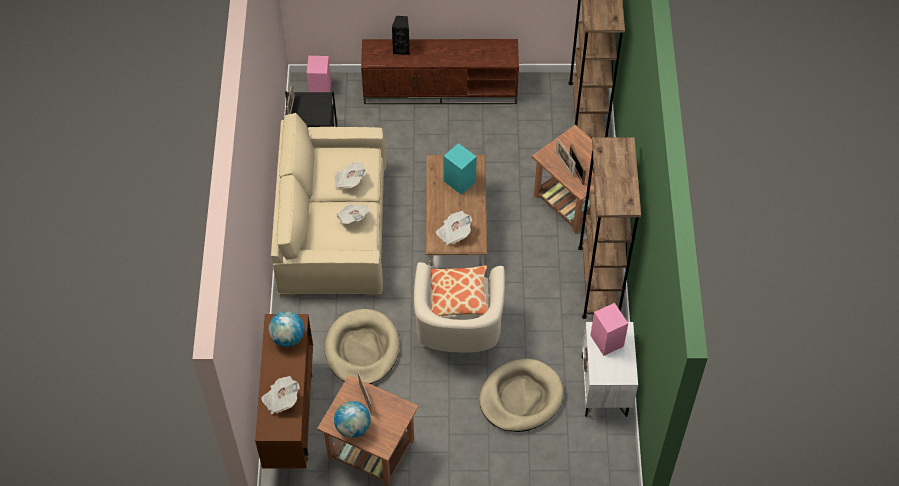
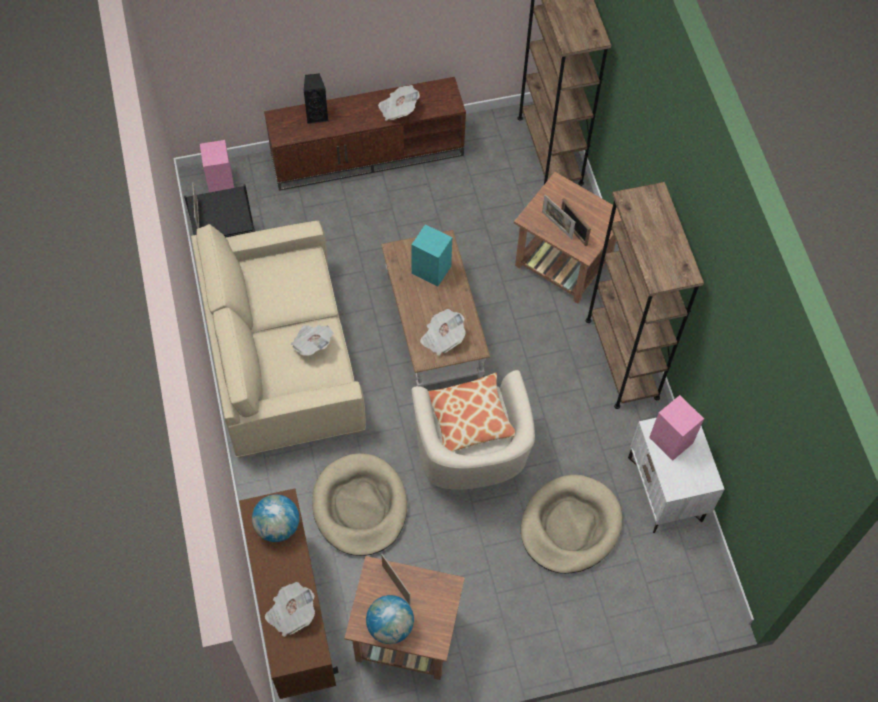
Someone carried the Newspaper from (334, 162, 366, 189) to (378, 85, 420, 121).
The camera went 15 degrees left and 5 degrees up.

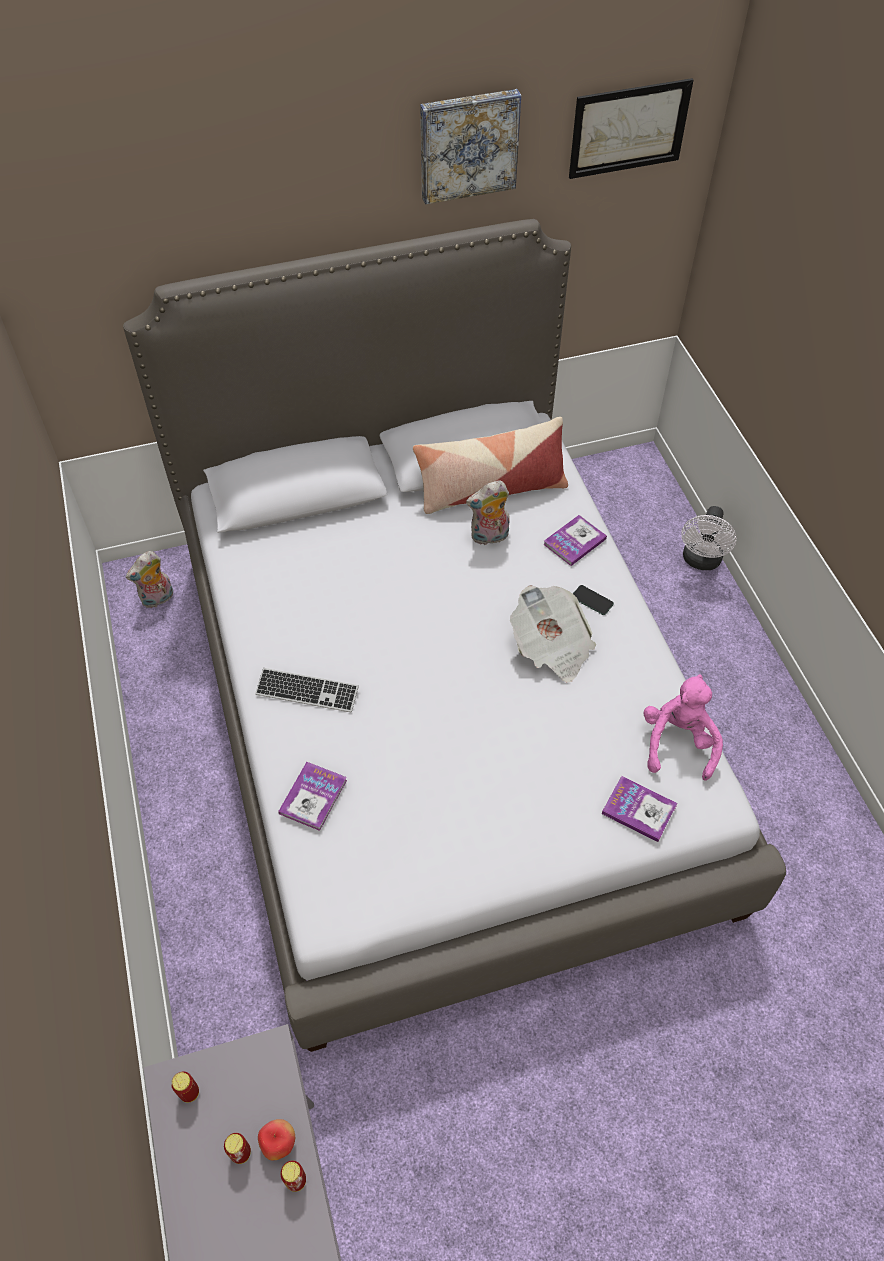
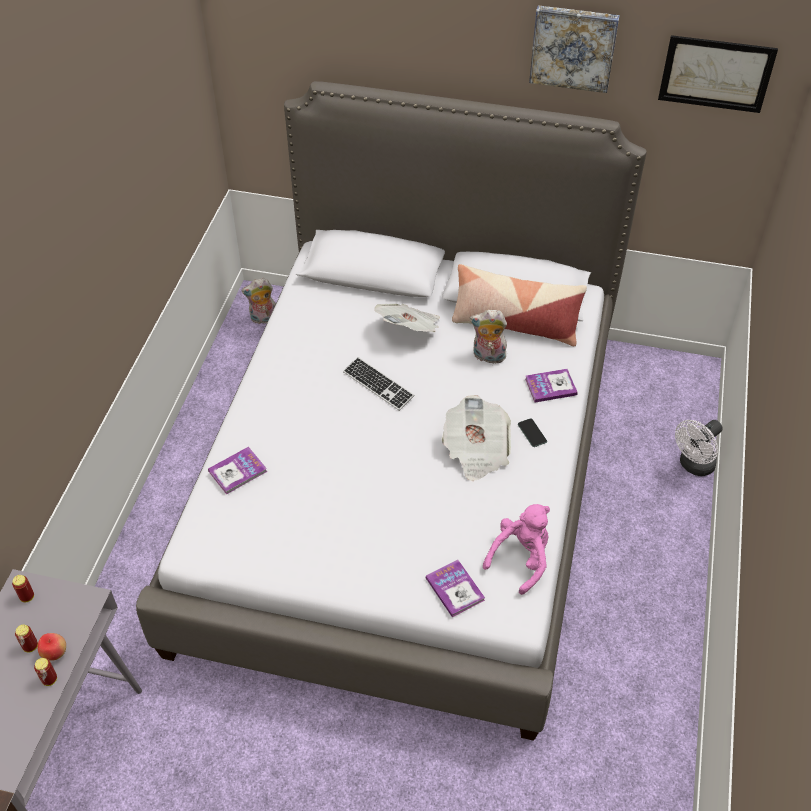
Someone carried the Keyboard from (255, 668, 359, 712) to (343, 357, 414, 411).
Someone put down the Newspaper at (374, 304, 440, 332).
The camera went 30 degrees right and 5 degrees down.

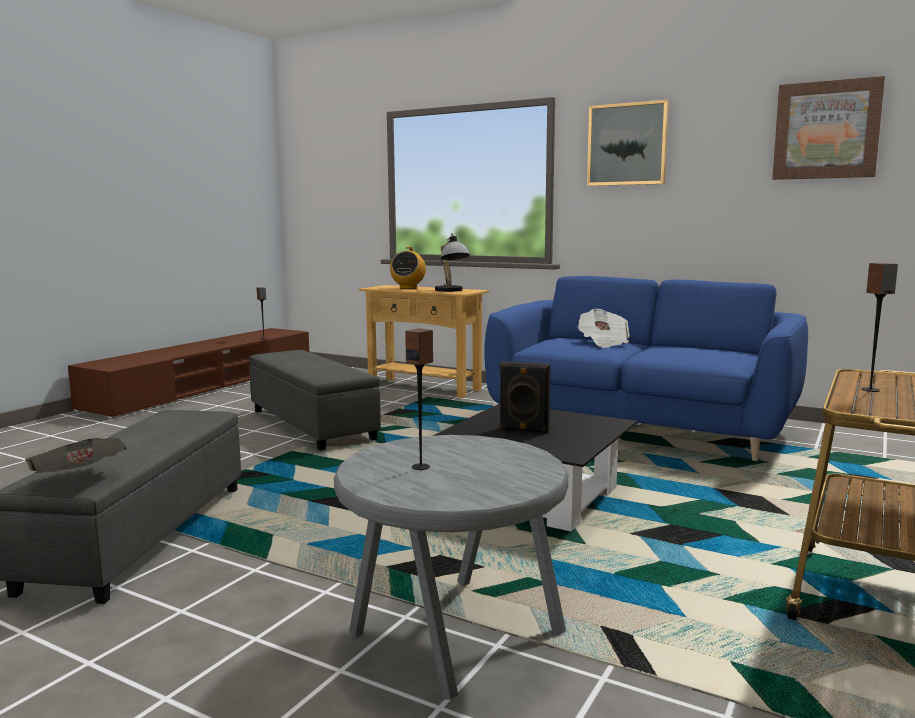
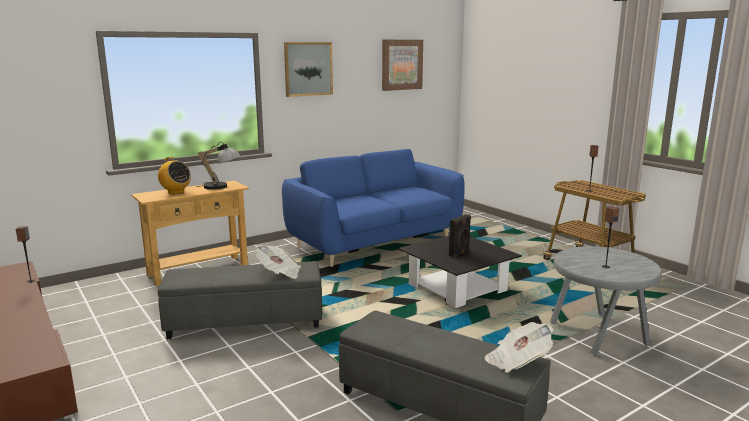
Someone carried the Newspaper from (578, 309, 629, 348) to (256, 245, 301, 278).
The camera went 65 degrees left and 5 degrees up.

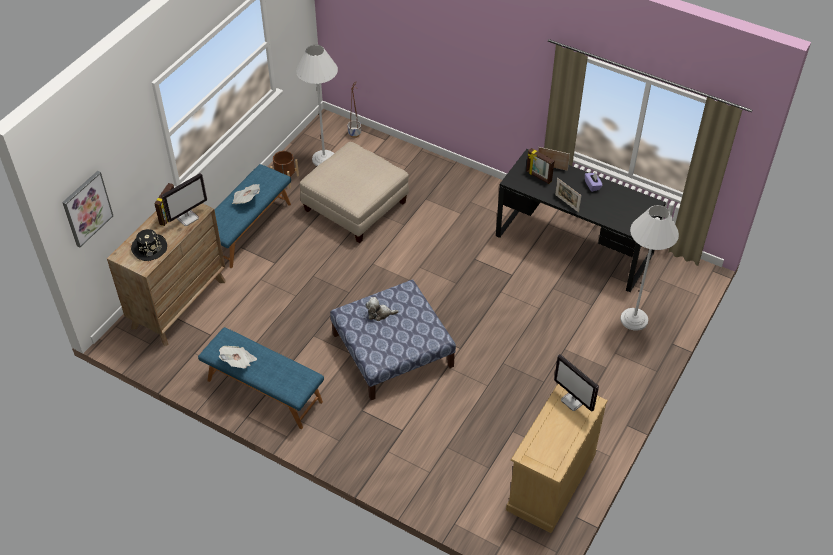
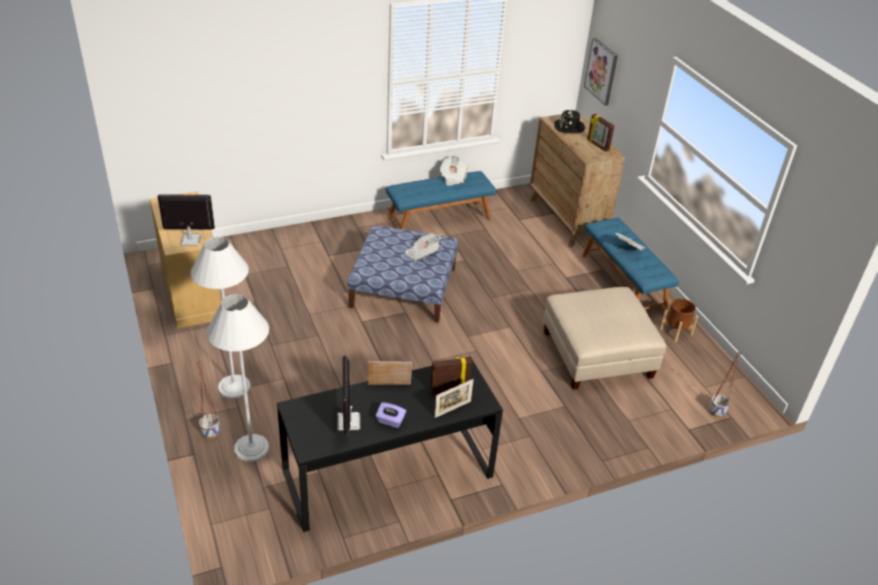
Someone carried the Monitor from (161, 173, 207, 226) to (337, 356, 360, 435).
Someone carried the WhiteFloorLamp from (296, 45, 338, 166) to (191, 237, 251, 399).
Someone swapped the PlushToy at (366, 297, 399, 321) for the Newspaper at (405, 233, 441, 261).
Someone put down the Planter at (197, 360, 220, 439).
The camera went 125 degrees right and 10 degrees down.

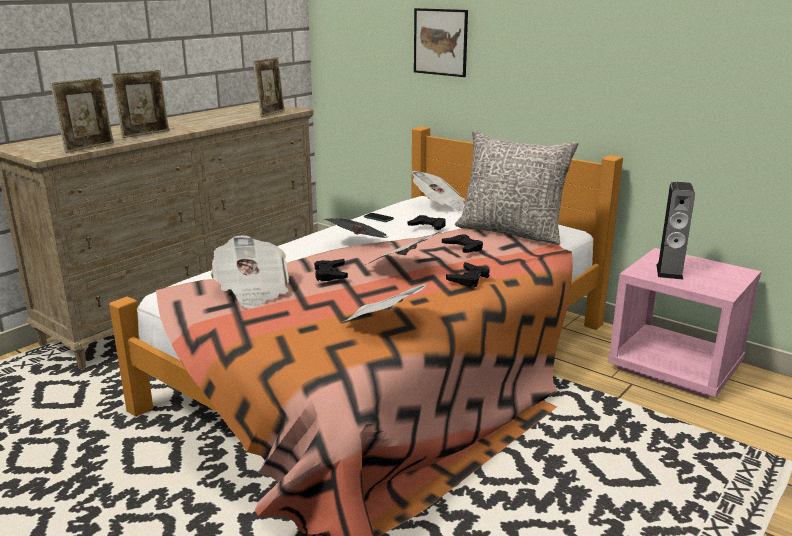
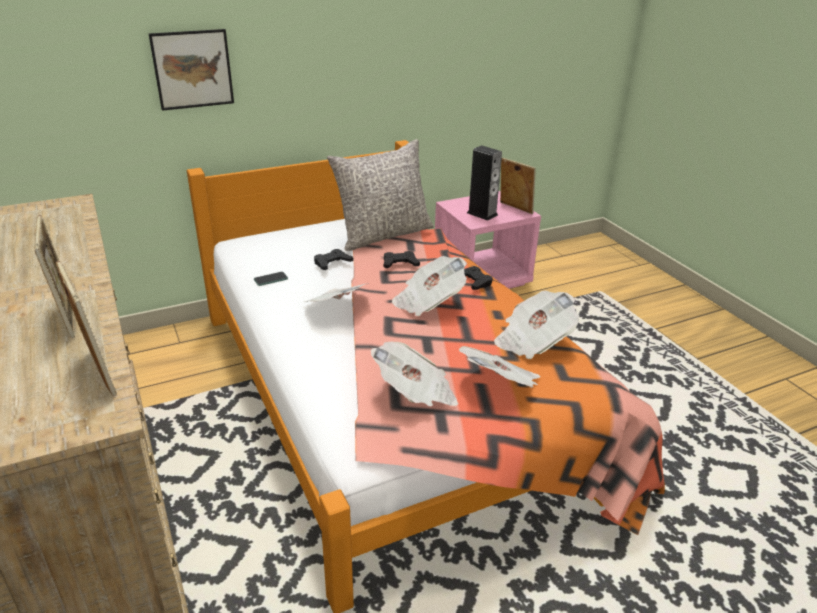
Someone carried the PictureFrame from (253, 57, 285, 117) to (500, 158, 536, 214).
Someone took away the BlackGameController at (314, 259, 348, 281).
Someone carried the Newspaper from (412, 171, 465, 212) to (459, 346, 541, 387).
The camera went 65 degrees left and 10 degrees up.

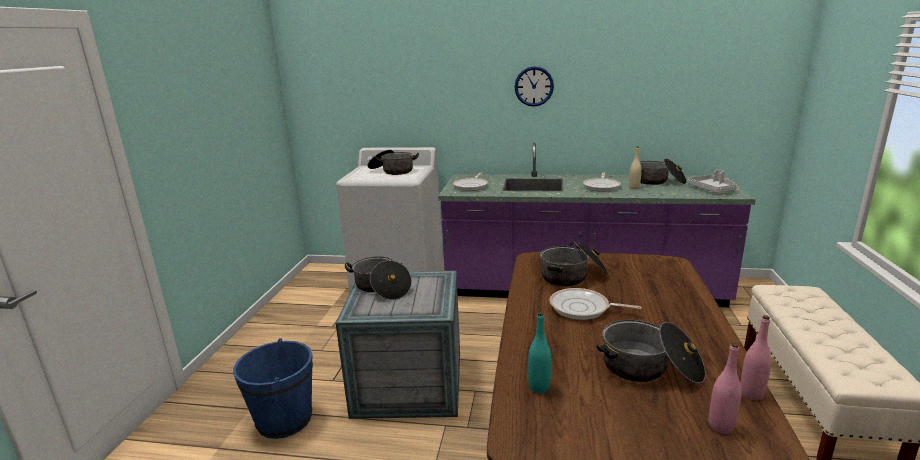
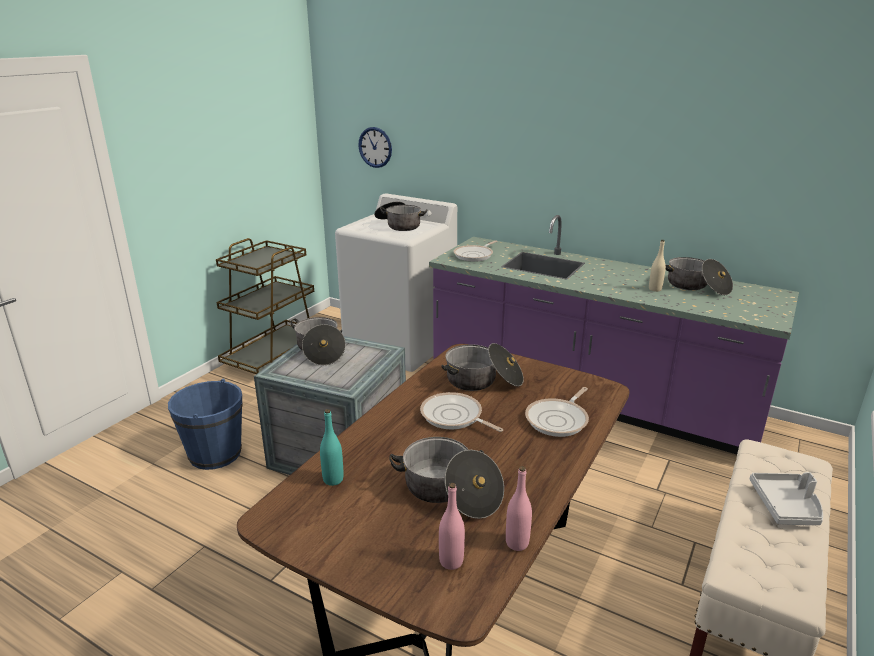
Someone carried the WallClock from (515, 66, 554, 107) to (358, 127, 392, 168).
Someone carried the FryingPan from (583, 173, 621, 192) to (525, 387, 589, 437).
Someone carried the GreyTray from (687, 169, 737, 193) to (750, 472, 823, 525).
Someone put down the BrownCart at (216, 238, 314, 374).
The camera went 20 degrees right and 5 degrees up.

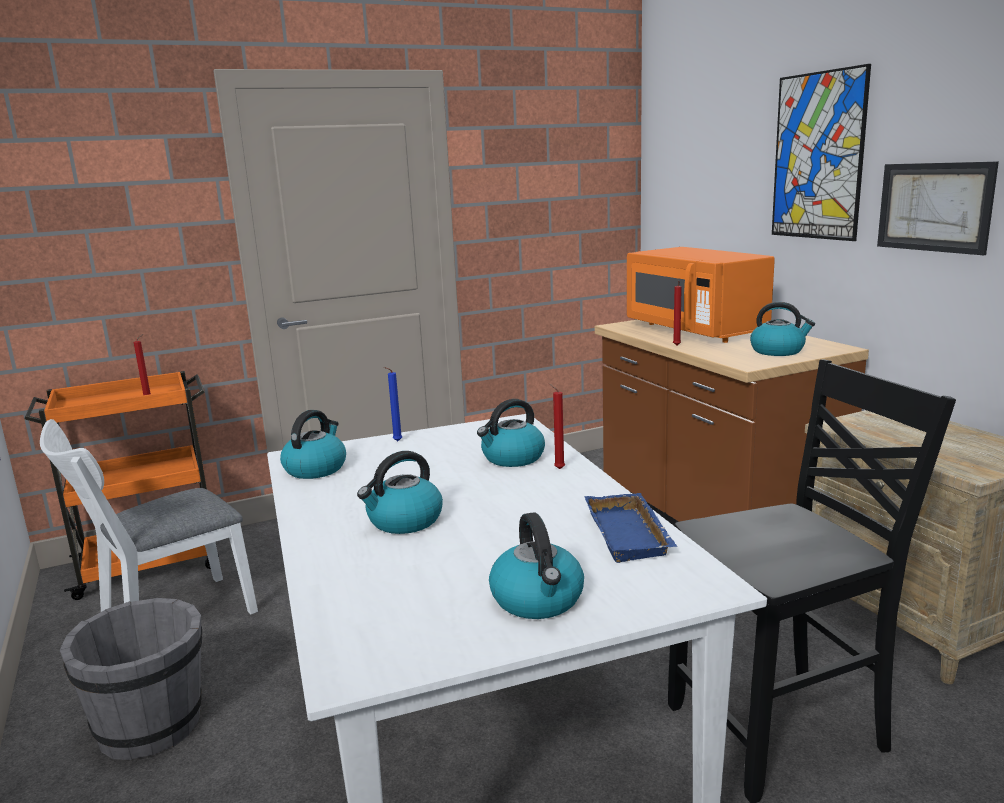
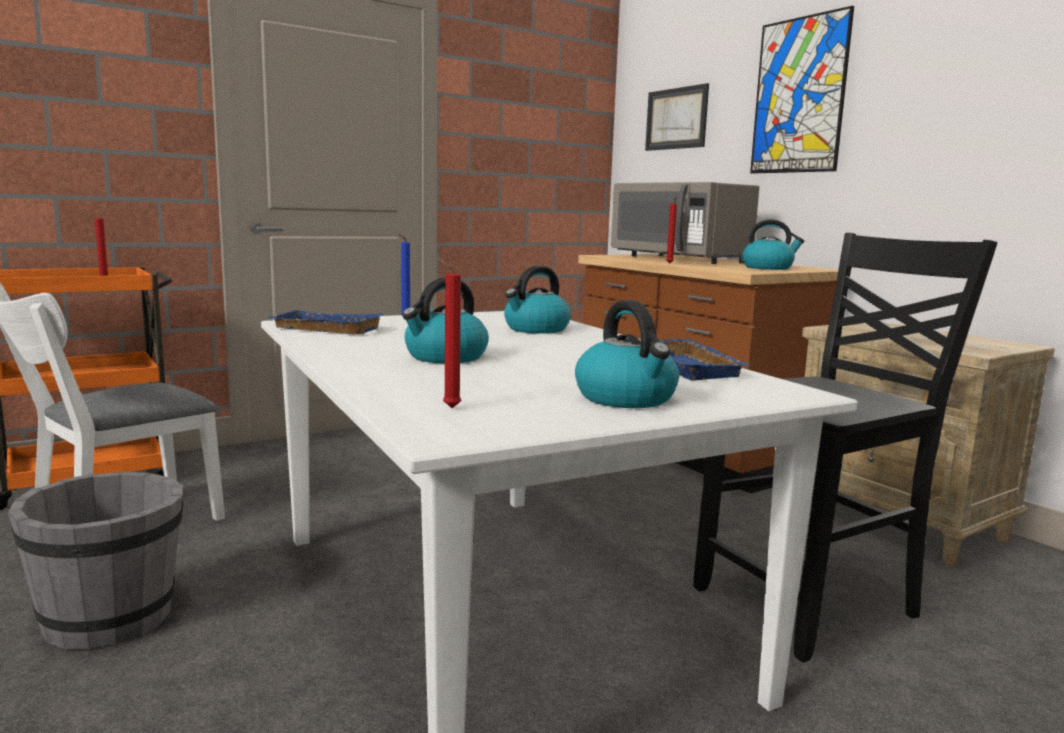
Someone swapped the Kettle at (280, 410, 346, 479) for the BlueTray at (268, 310, 384, 334).
Someone carried the RedCandle from (548, 383, 565, 469) to (438, 258, 461, 408).
Someone repainted the OrangeMicrowave at (627, 247, 775, 343), which became the GreyMicrowave at (611, 182, 759, 264).
Someone carried the Picture from (877, 161, 999, 255) to (645, 83, 709, 151).
The camera went 10 degrees left and 5 degrees down.

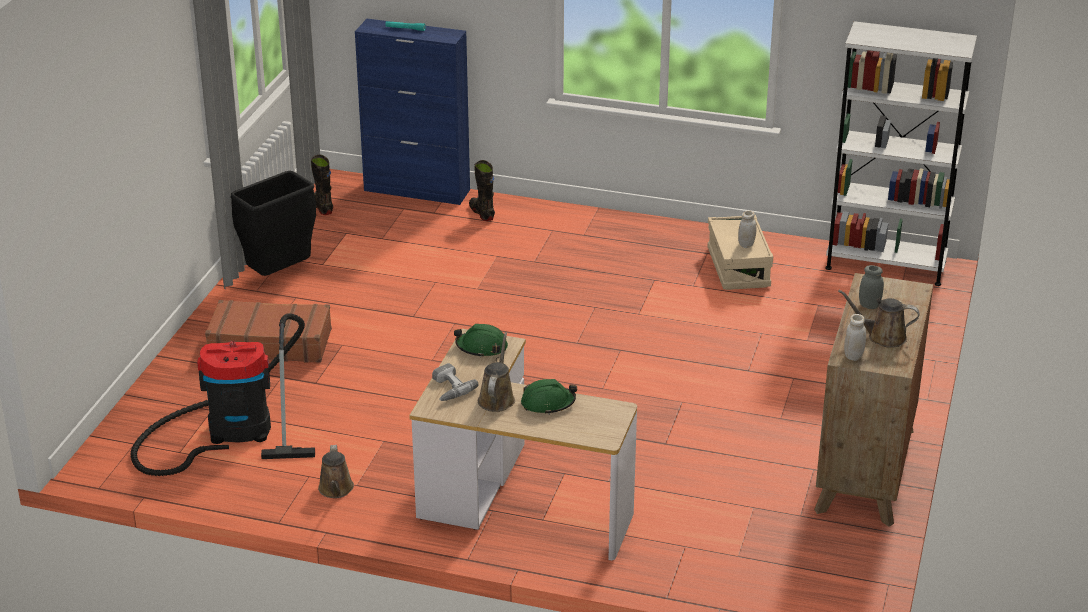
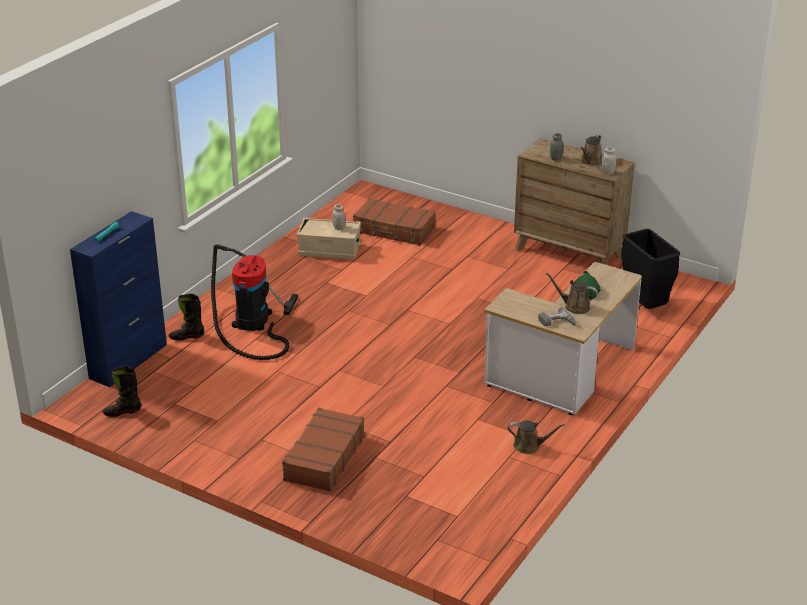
Someone carried the VacuumCleaner from (130, 313, 315, 476) to (211, 244, 298, 360).
Someone carried the BlackTrashCan from (231, 171, 316, 276) to (621, 229, 680, 309).
Someone took away the GreenHardHat at (454, 324, 508, 358).
Someone took away the WhiteBookcase at (825, 21, 977, 286).
Someone put down the BrownSuitcase at (353, 198, 436, 246).
The camera went 75 degrees left and 0 degrees up.

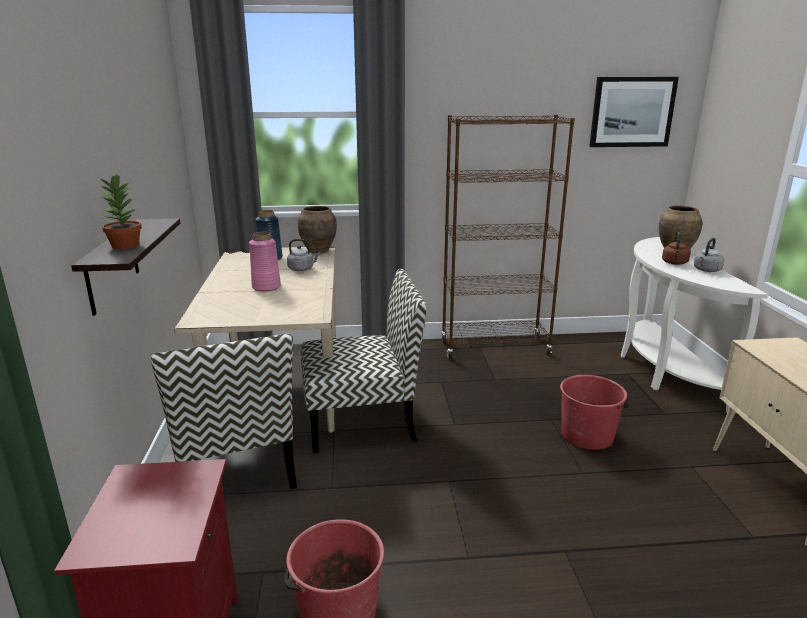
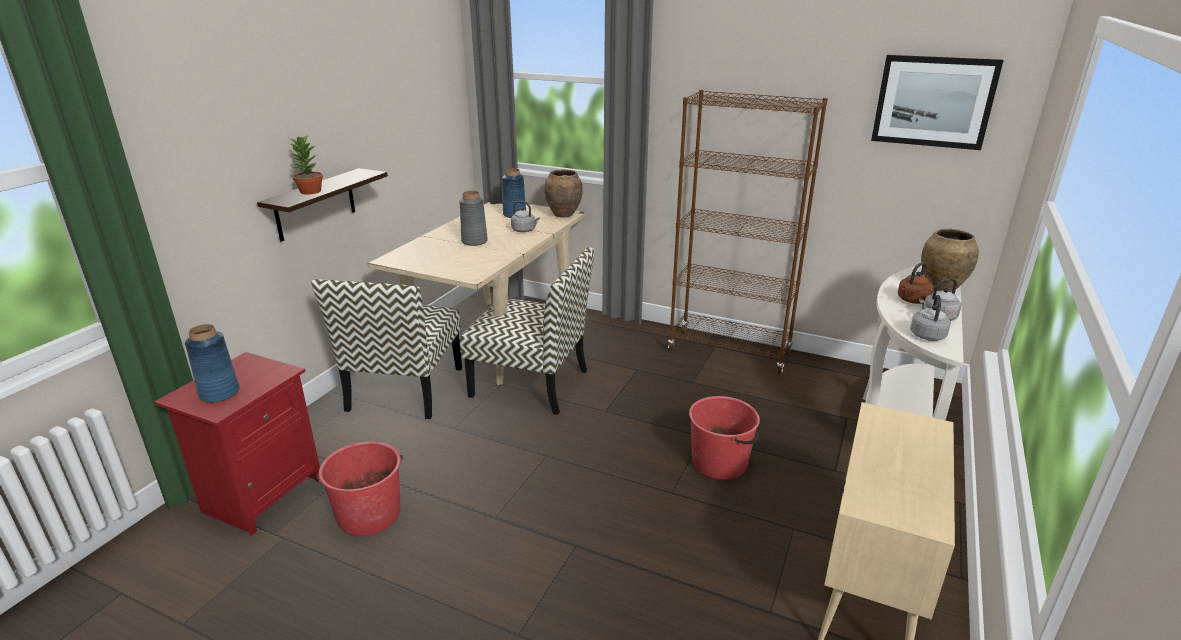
Someone repainted the PinkVase at (249, 232, 281, 291), which became the GreyVase at (459, 191, 488, 246).
Someone put down the BlueVase at (185, 324, 240, 403).
Someone put down the GreyKettle at (910, 295, 951, 341).
The camera went 30 degrees right and 5 degrees up.

